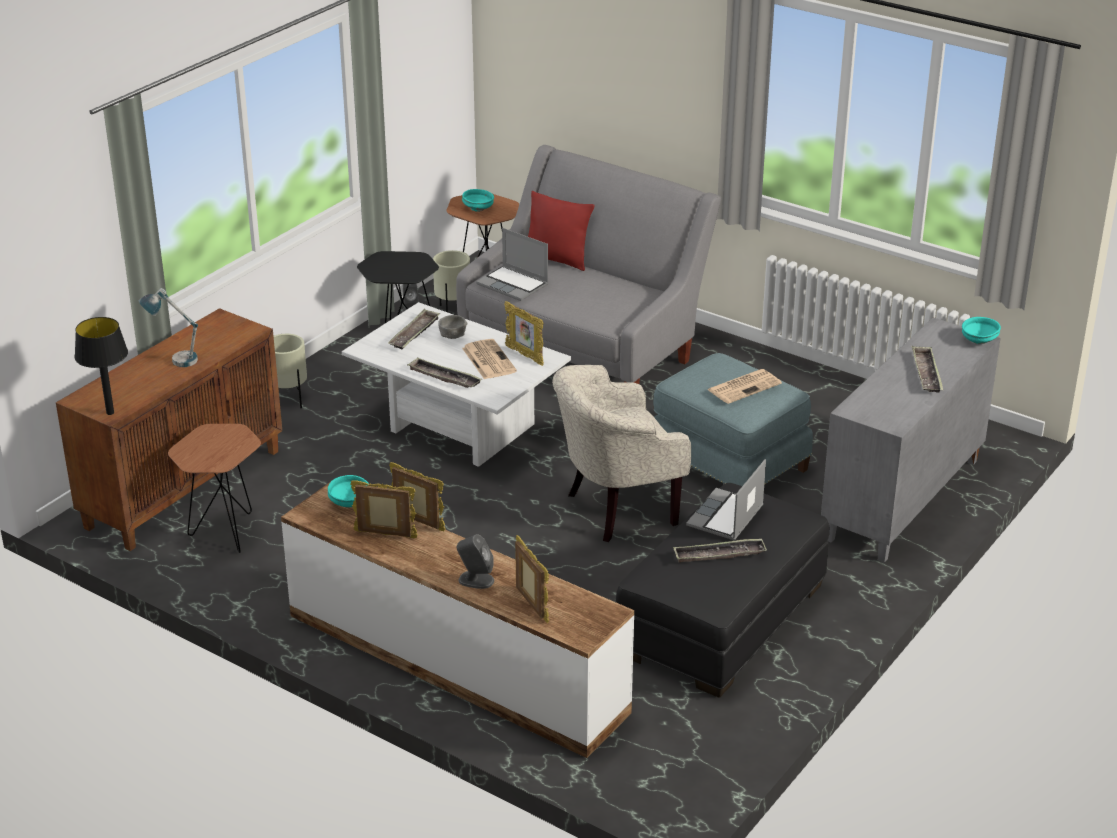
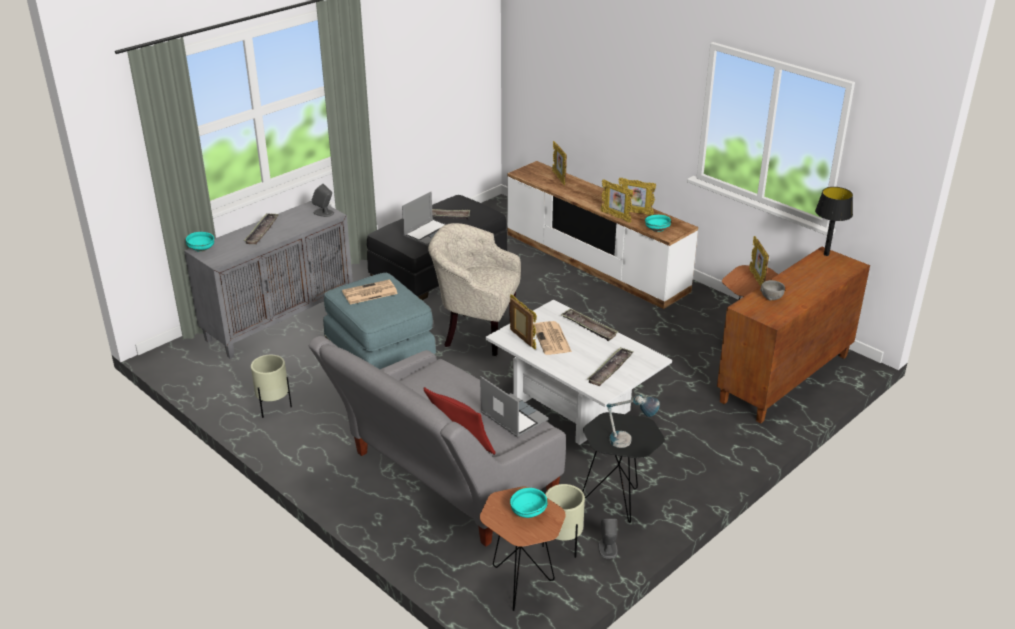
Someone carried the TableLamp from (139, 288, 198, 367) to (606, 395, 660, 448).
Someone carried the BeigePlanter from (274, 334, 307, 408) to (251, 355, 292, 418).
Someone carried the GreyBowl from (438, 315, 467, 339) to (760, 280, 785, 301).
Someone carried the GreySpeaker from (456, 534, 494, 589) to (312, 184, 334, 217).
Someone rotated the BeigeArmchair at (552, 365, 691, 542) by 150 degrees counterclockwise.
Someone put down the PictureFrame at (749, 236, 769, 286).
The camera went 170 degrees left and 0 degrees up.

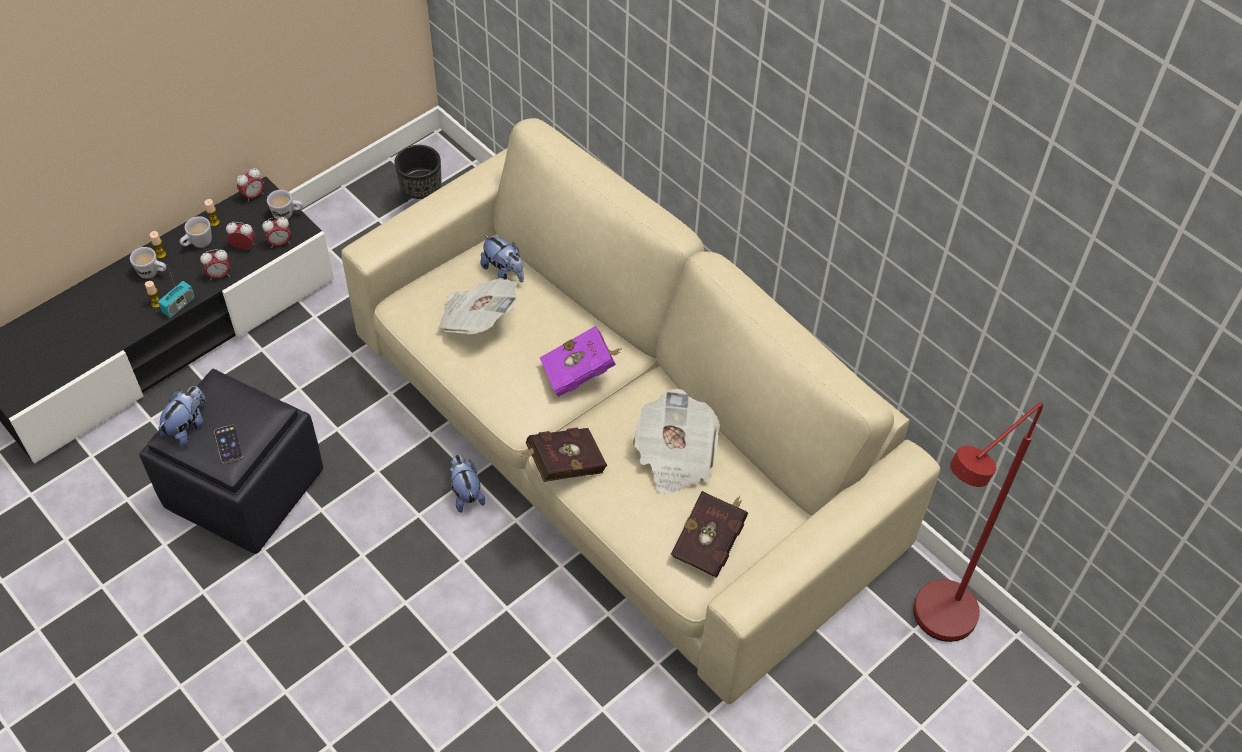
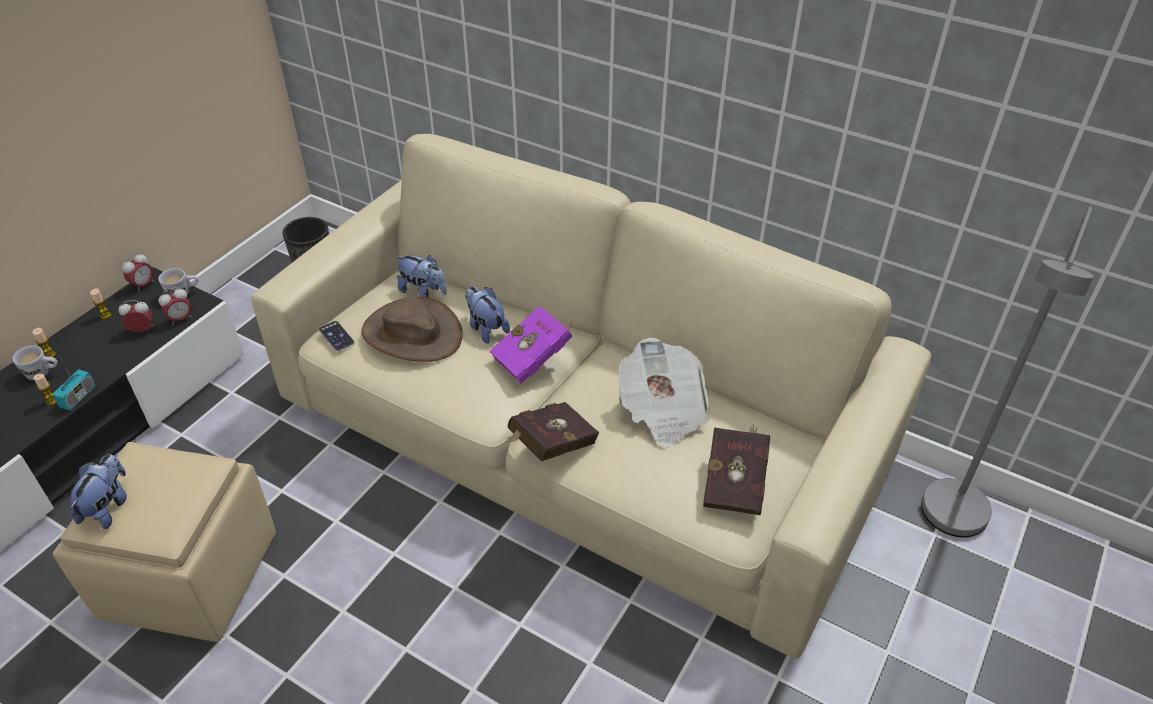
Someone repainted the BlackOttoman at (139, 369, 323, 554), which became the BeigeOttoman at (53, 442, 276, 642).
Someone took away the WhiteMug at (180, 216, 212, 248).
Someone took away the AlarmClock at (200, 249, 230, 281).
Someone carried the Phone from (214, 425, 243, 463) to (319, 321, 354, 351).
Someone swapped the Newspaper at (438, 278, 517, 335) for the BrownHat at (361, 296, 463, 362).
Someone carried the PlushToy from (450, 455, 485, 513) to (465, 286, 510, 344).
Someone repainted the RedFloorLamp at (914, 403, 1043, 642), which became the GreyFloorLamp at (921, 207, 1094, 537).
The camera went 15 degrees left and 10 degrees down.

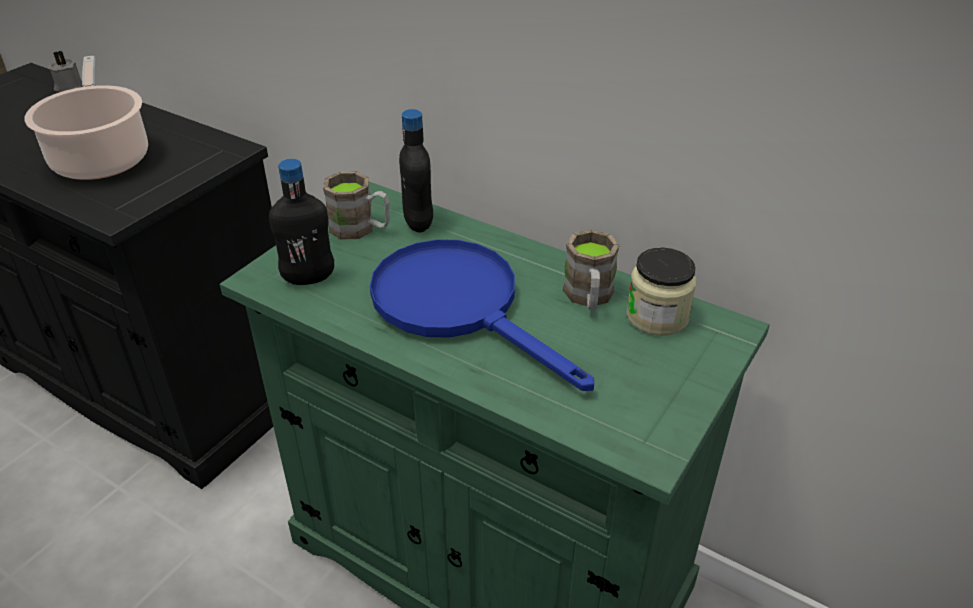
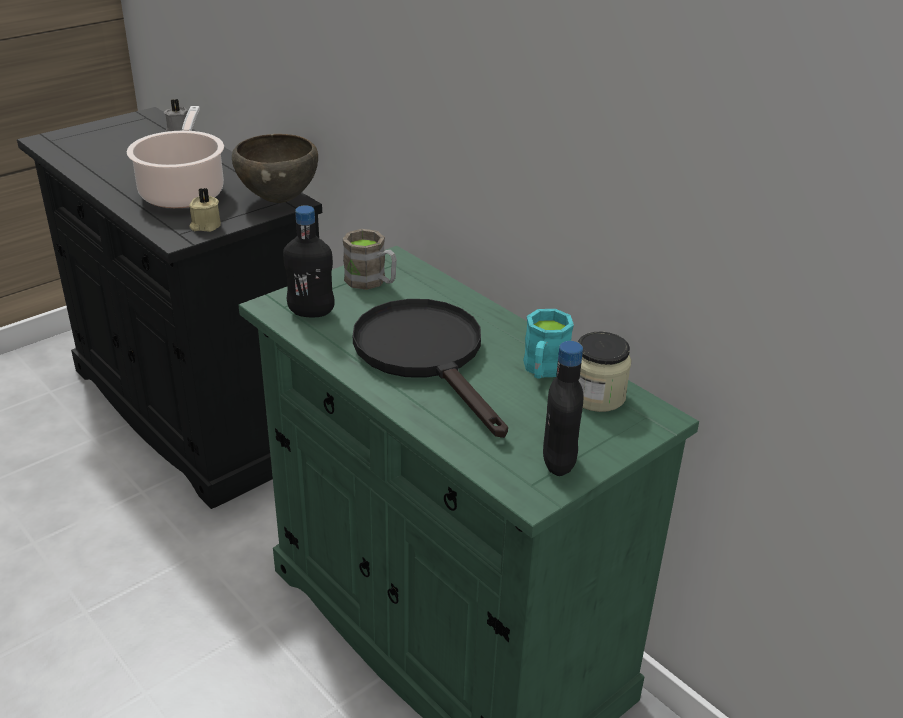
Someone repainted the BlueFryingPan at (370, 239, 594, 391), which became the BlackFryingPan at (353, 299, 508, 438).
Someone carried the BlackBottle from (399, 109, 433, 233) to (543, 341, 584, 476).
Someone repainted the BrownMug at (563, 229, 620, 310), which became the TurquoiseMug at (523, 309, 574, 379).
Someone put down the BeigeCandle at (189, 188, 221, 232).
Someone put down the BrownBowl at (232, 134, 318, 203).
The camera went 15 degrees right and 5 degrees down.

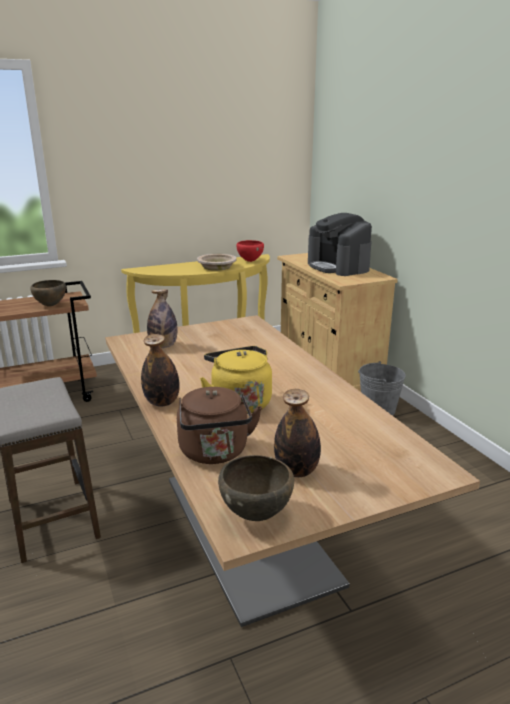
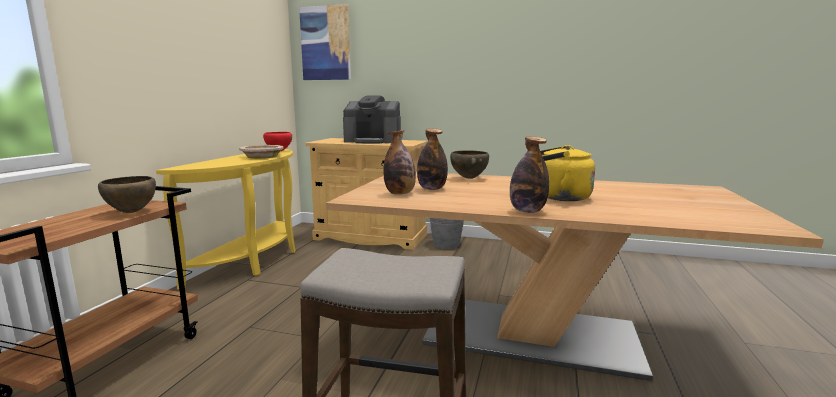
Someone took away the BrownKettle at (177, 387, 262, 464).
Someone carried the BrownBowl from (218, 455, 294, 521) to (450, 150, 489, 179).
Someone carried the Bottle from (274, 389, 321, 477) to (417, 129, 448, 190).
Someone put up the Picture at (299, 4, 351, 80).
The camera went 50 degrees left and 10 degrees down.

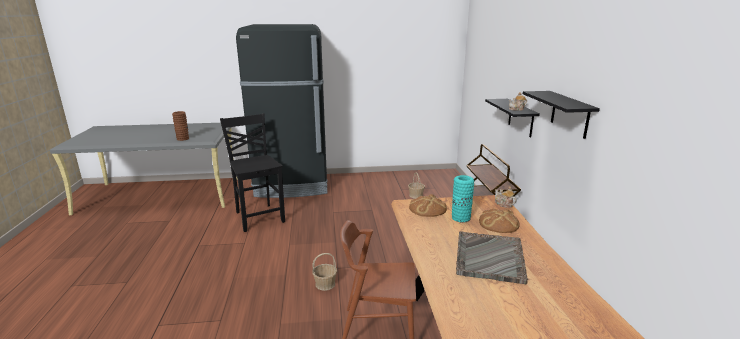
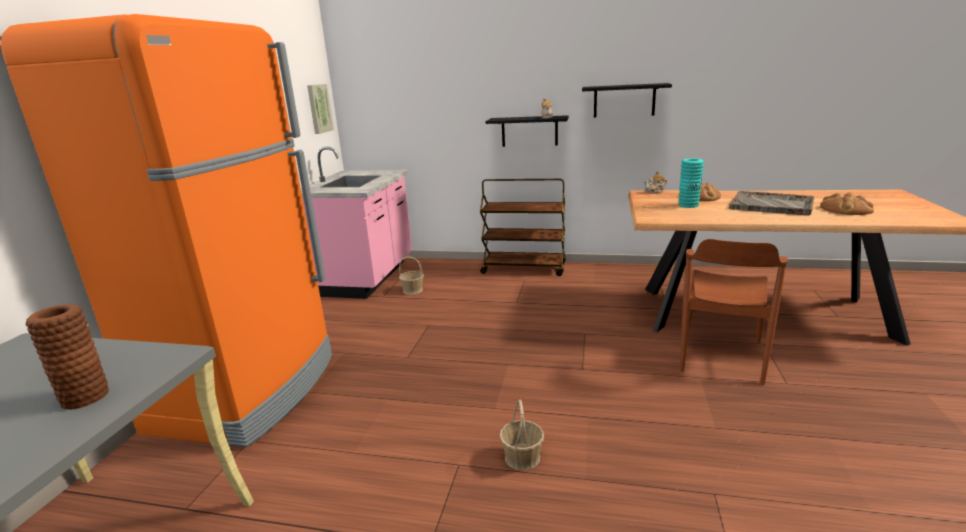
Someone took away the BlackChair at (220, 113, 285, 232).
Someone repainted the BlackFridge at (236, 24, 327, 198), which became the OrangeFridge at (0, 14, 332, 447).
Someone carried the Basket from (312, 253, 337, 291) to (499, 399, 544, 471).
Someone carried the Bread from (409, 194, 447, 217) to (820, 192, 874, 215).
Someone put down the PinkCounter at (301, 147, 412, 299).
Someone put up the Picture at (307, 84, 334, 134).
The camera went 70 degrees left and 0 degrees up.

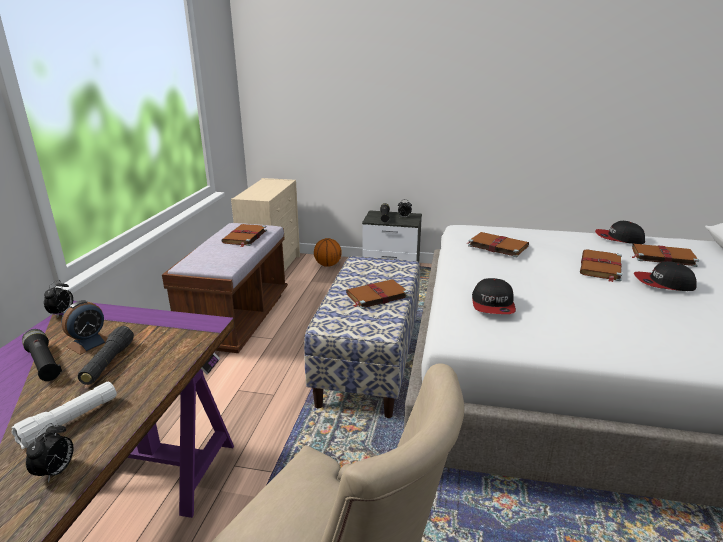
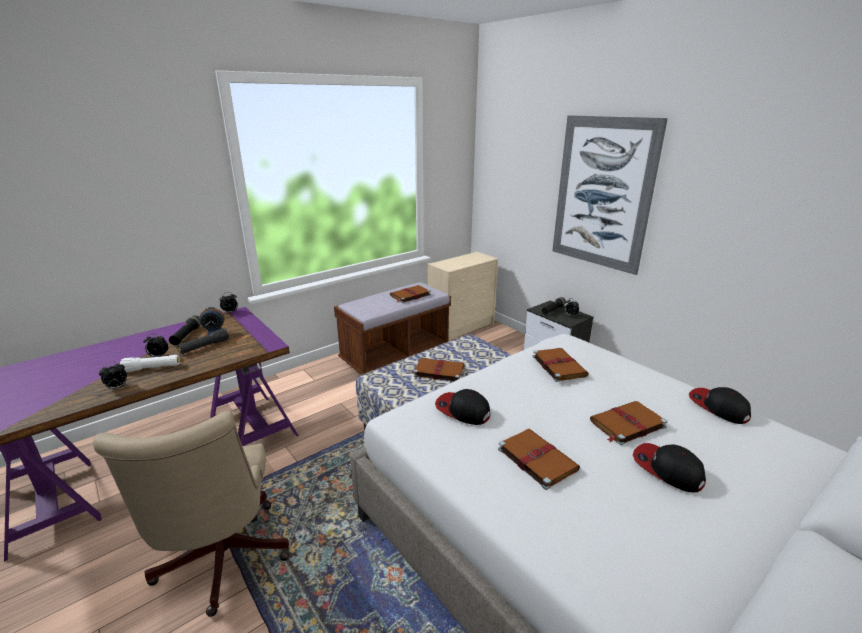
Someone took away the Basketball at (314, 238, 342, 267).
Someone rotated the Cap at (472, 278, 516, 314) by 75 degrees clockwise.
Someone carried the BrownBook from (631, 244, 699, 267) to (498, 429, 580, 490).
Someone put down the AlarmClock at (143, 334, 169, 357).
Someone put up the Picture at (552, 115, 668, 275).
The camera went 40 degrees right and 0 degrees up.

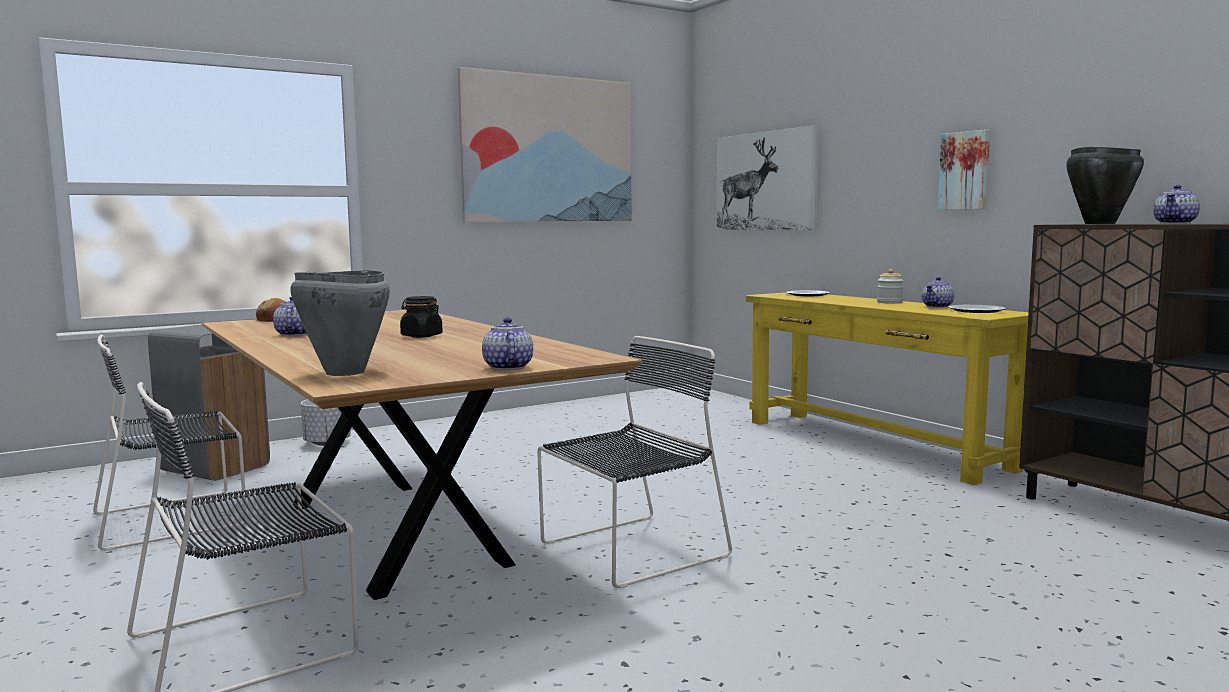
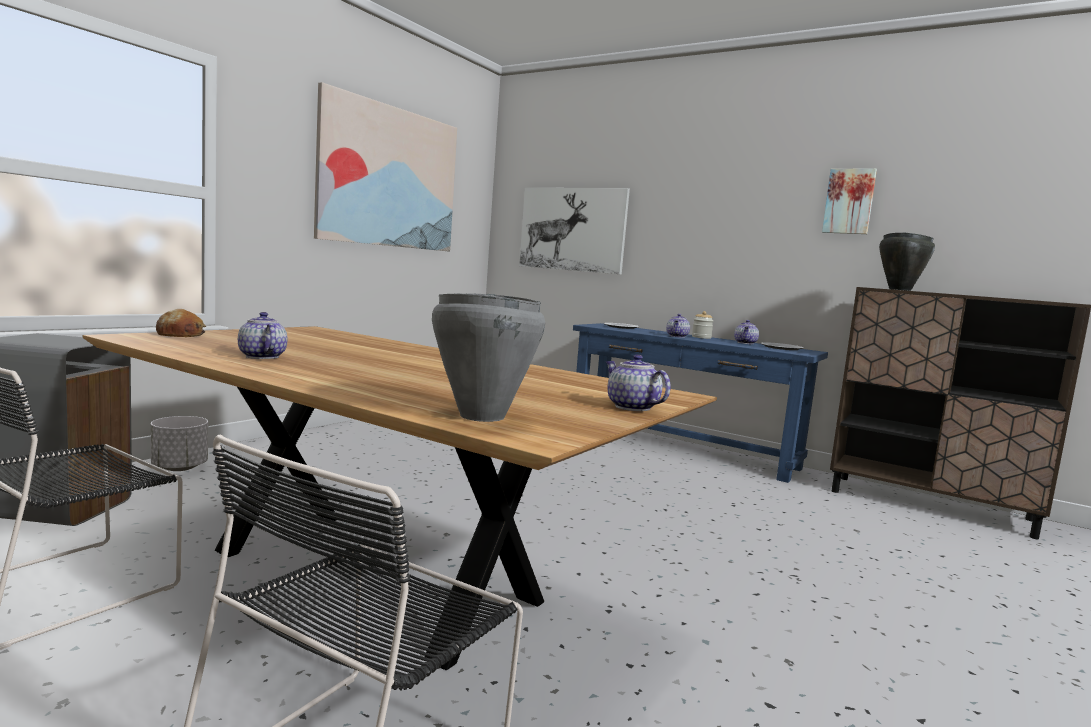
Someone took away the BlackJar at (400, 296, 443, 338).
Someone took away the BlackChair at (537, 336, 732, 589).
Someone repainted the YellowConsoleTable at (746, 292, 1029, 485), which became the BlueConsoleTable at (573, 323, 828, 483).
Someone carried the Picture from (938, 129, 990, 210) to (822, 168, 877, 234).
Someone carried the Teapot from (1153, 185, 1200, 224) to (666, 314, 690, 338).
The camera went 25 degrees left and 0 degrees up.

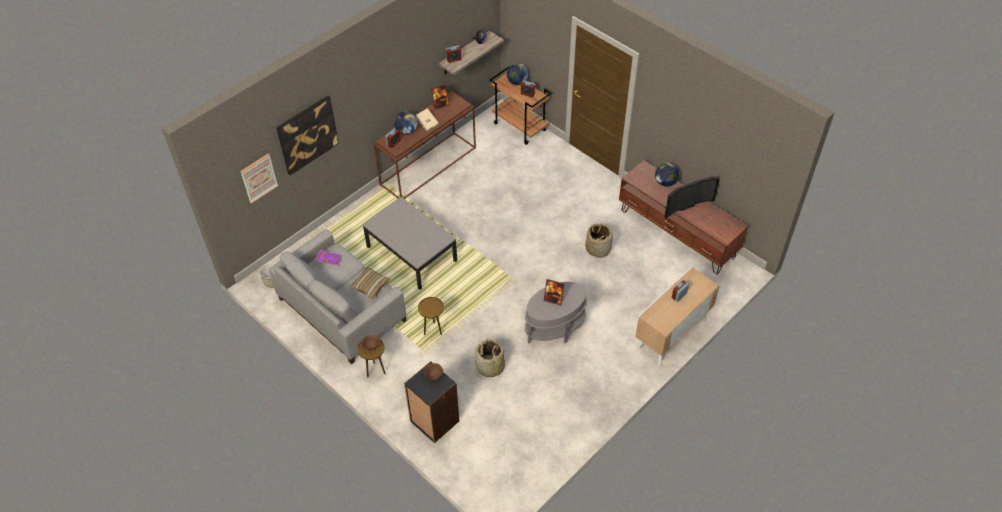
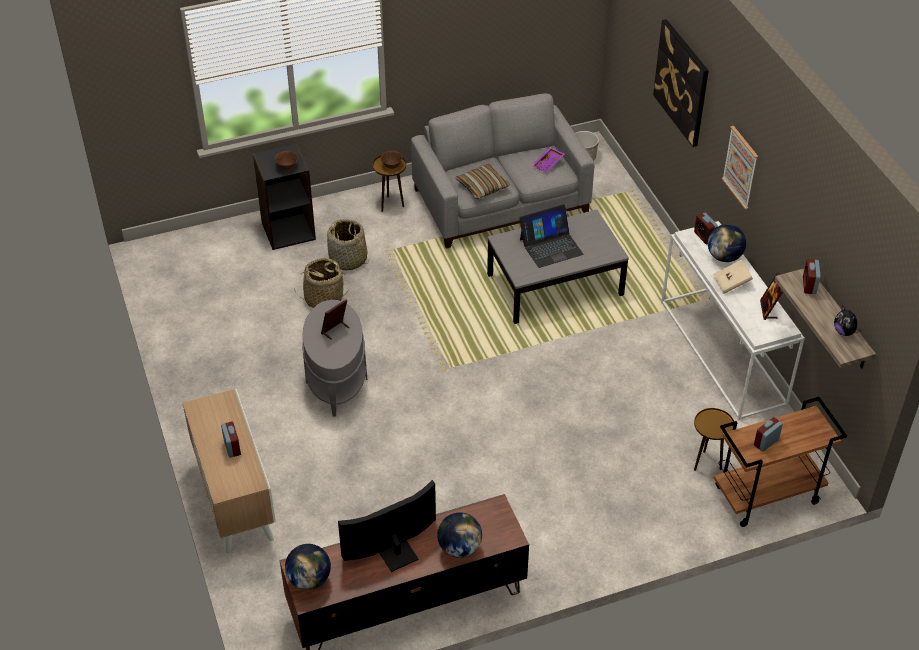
Someone carried the Picture from (240, 153, 278, 204) to (722, 126, 758, 210).
Someone repainted the BrownConsoleTable at (373, 91, 476, 199), which became the WhiteConsoleTable at (661, 221, 805, 420).
Someone carried the BrownSideTable from (418, 297, 444, 335) to (694, 408, 734, 471).
Someone carried the Globe from (507, 63, 529, 85) to (285, 544, 331, 590).
Someone carried the Basket from (585, 224, 613, 258) to (327, 219, 369, 270).
Someone rotated the Television at (664, 177, 720, 219) by 60 degrees clockwise.
Someone put down the Laptop at (520, 204, 584, 268).
The camera went 115 degrees right and 5 degrees down.

